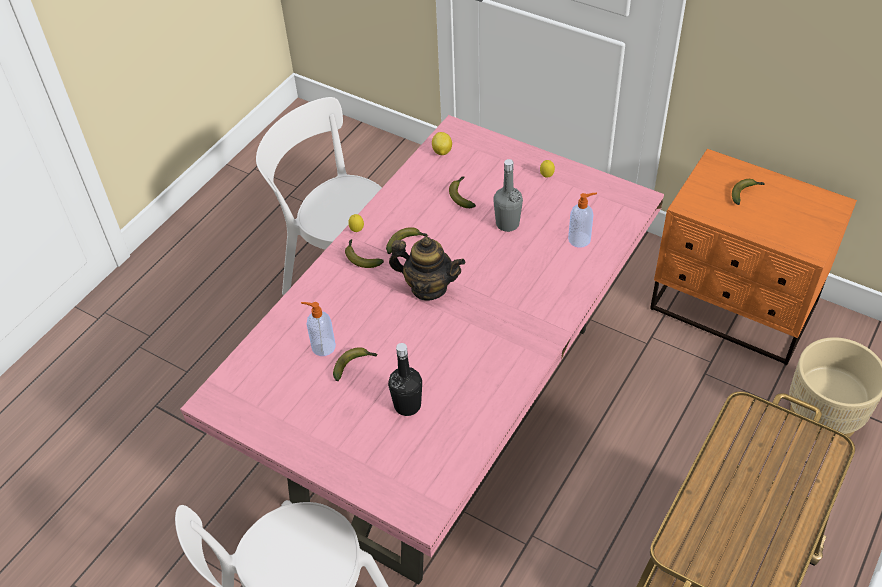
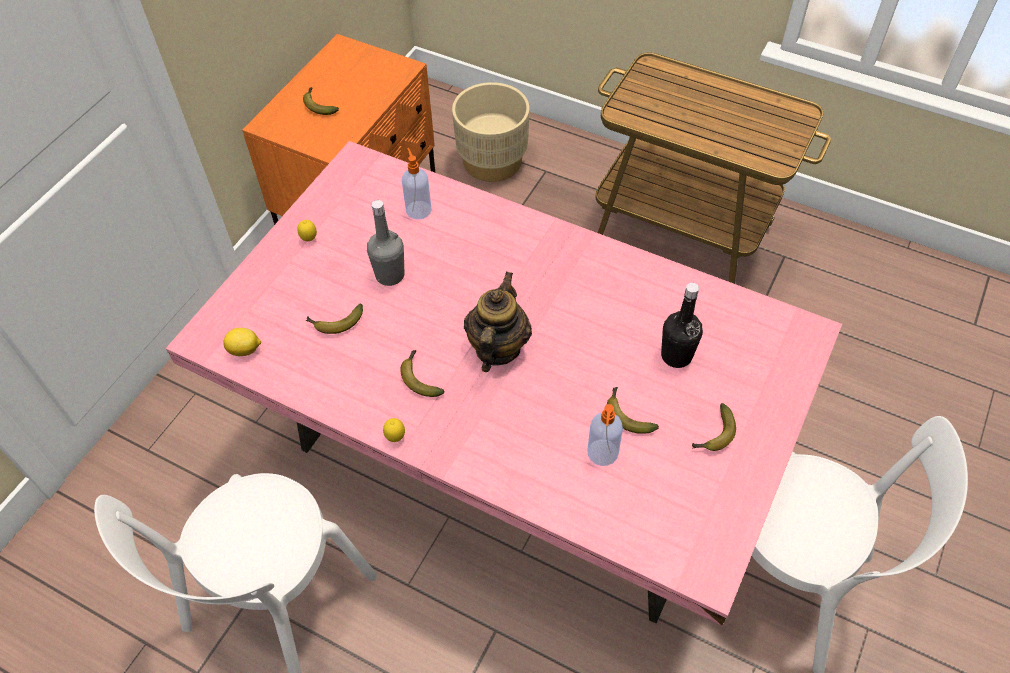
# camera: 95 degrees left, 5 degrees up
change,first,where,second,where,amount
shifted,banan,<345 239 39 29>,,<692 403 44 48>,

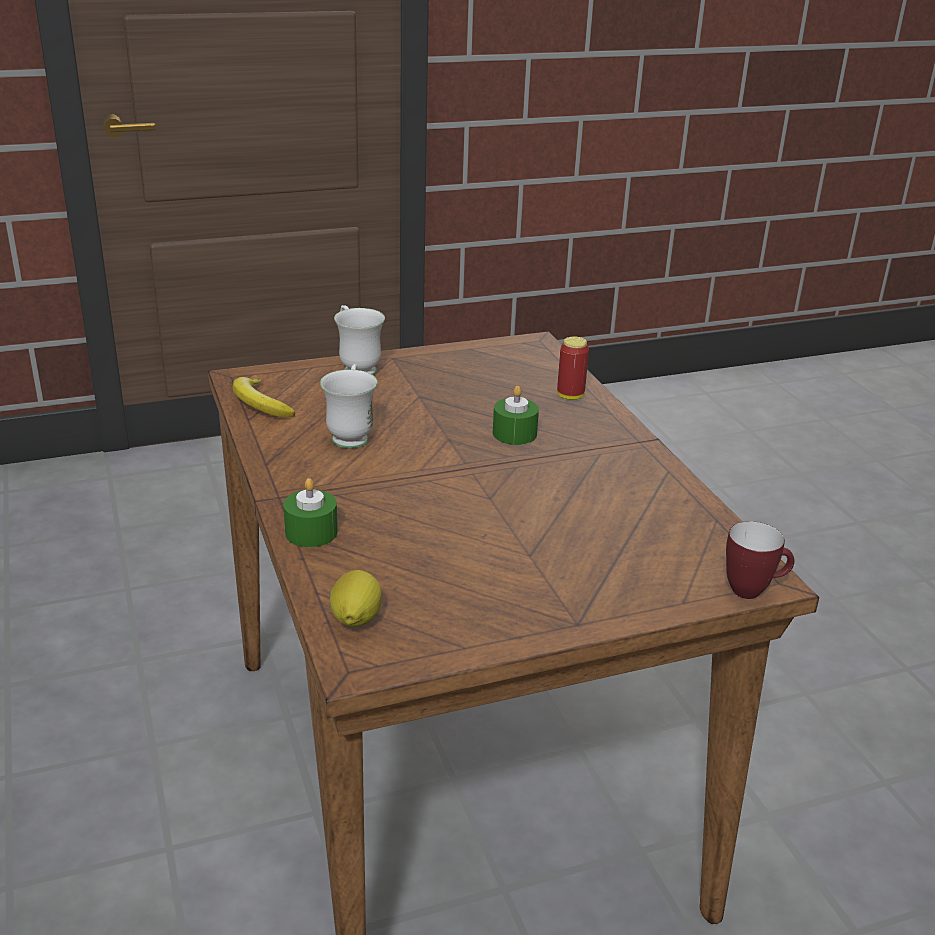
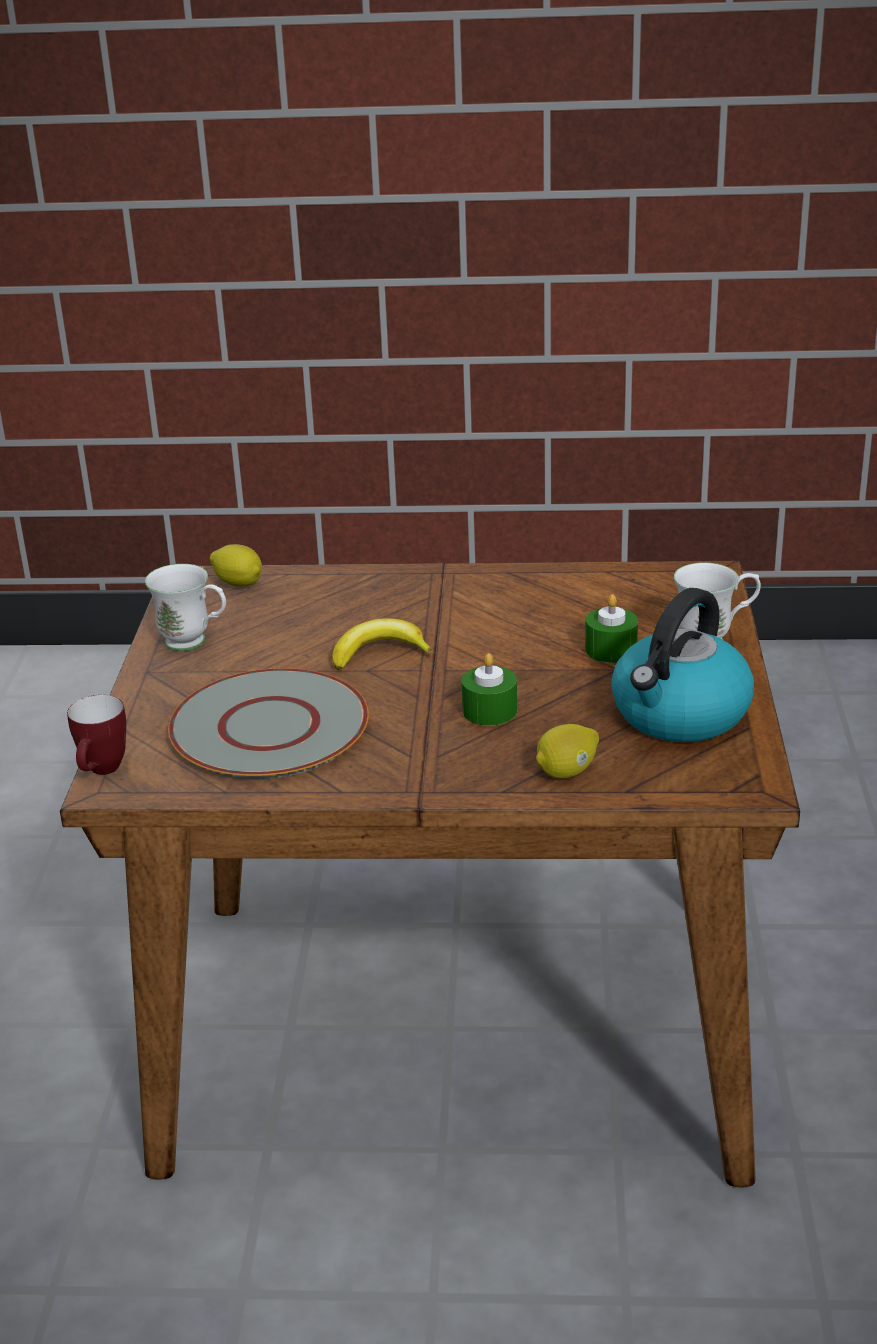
# camera: 115 degrees right, 0 degrees up
change,first,where,second,where,amount
new,,,talerz (szary),<168 668 201 111>,
new,,,czajnik,<611 588 143 154>,
shifted,banan,<233 377 62 40>,,<332 618 101 52>,
shifted,świeca (zielony),<283 478 55 69>,,<585 594 53 69>,
shifted,kubek (biały),<320 364 57 85>,,<145 564 81 87>,
swapped,puszka,<557 337 32 63>,cytryna,<536 724 63 54>,

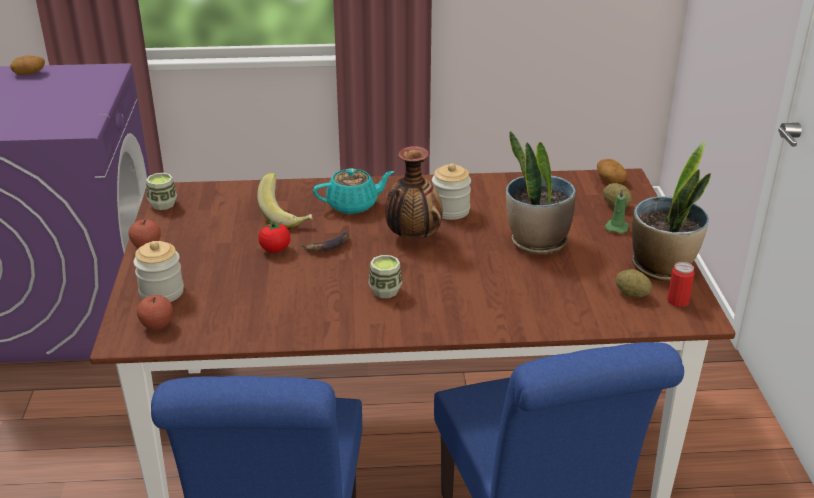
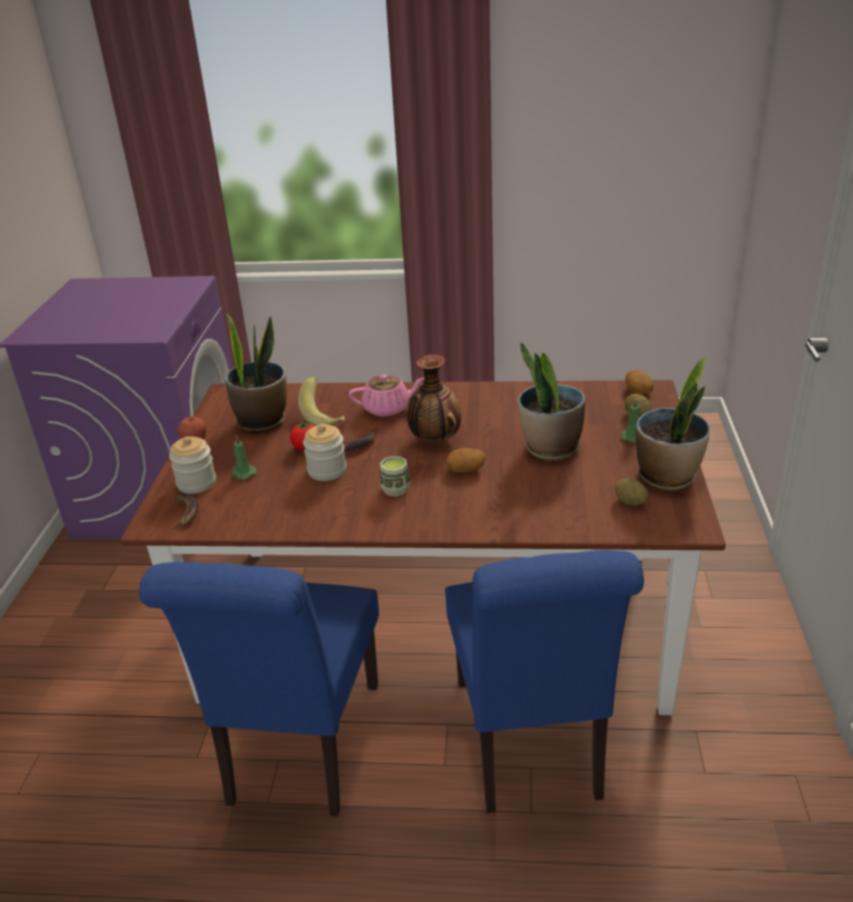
# camera: 10 degrees right, 0 degrees up
change,first,where,second,where,amount
gone,filiżanka,<146 173 31 37>,,,
gone,puszka,<667 262 28 45>,,,
new,,,roślina doniczkowa,<225 313 62 120>,
new,,,świeca (zielony),<232 435 25 44>,
shifted,ziemniak,<10 55 35 20>,,<446 448 40 25>,
shifted,słoik,<432 163 39 57>,,<303 424 44 57>,
swapped,jabłko,<137 295 36 36>,banan,<171 493 28 37>,
repainted,imbryk (turkusowy),<313 168 81 46>,imbryk (różowy),<349 374 75 43>,

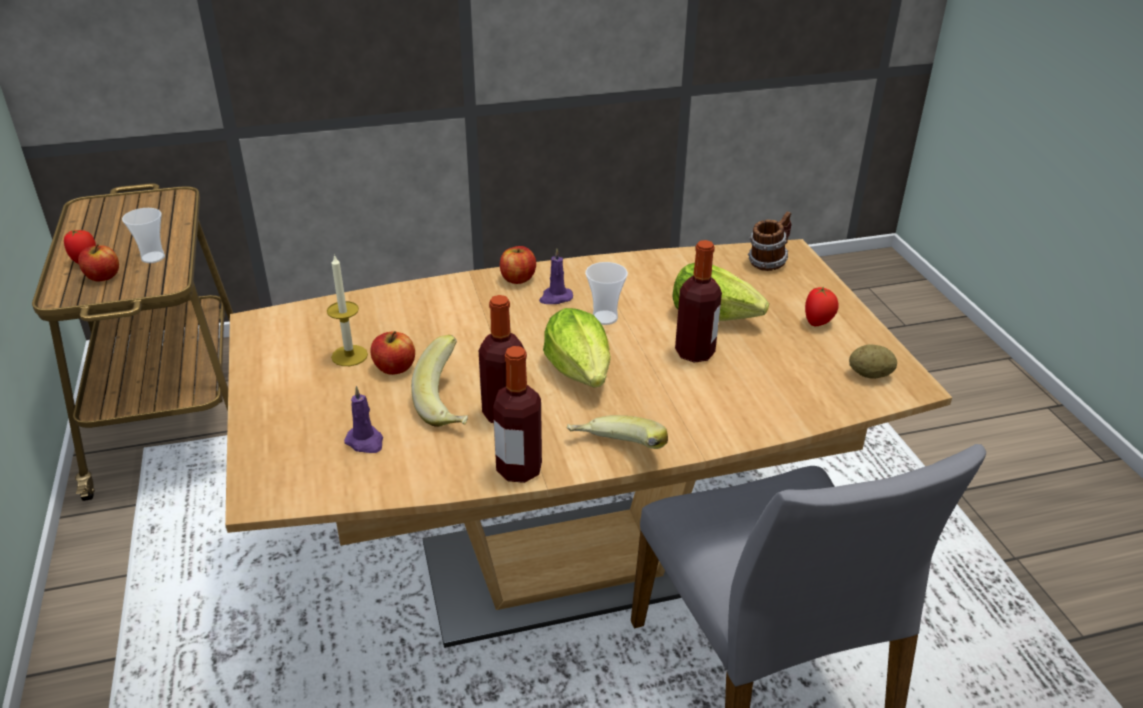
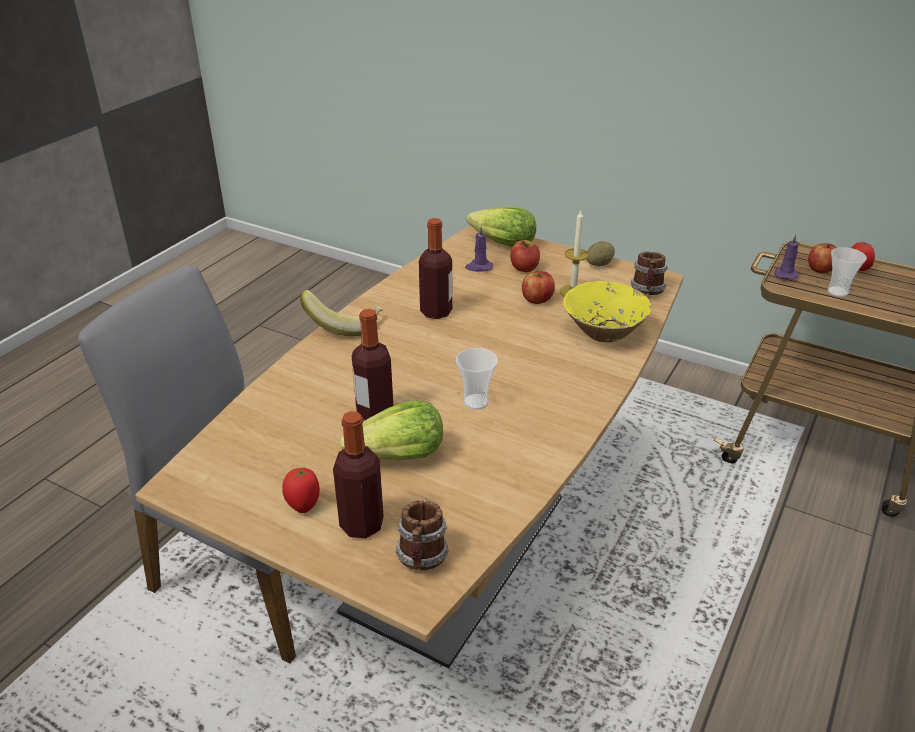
# camera: 135 degrees right, 0 degrees up
change,first,where,second,where,amount
gone,banan,<411 335 57 92>,,,
new,,,miska (żółty),<563 281 89 61>,
new,,,kubek,<631 252 37 43>,
shifted,butelka,<493 346 49 137>,,<333 411 51 127>,
shifted,jabłko,<500 246 36 38>,,<510 240 30 32>,
shifted,świeca (fioletowy),<539 248 34 56>,,<774 235 25 45>,
shifted,sałata,<543 308 68 79>,,<467 207 69 40>,
shifted,ziemniak,<849 344 48 35>,,<586 241 29 25>,

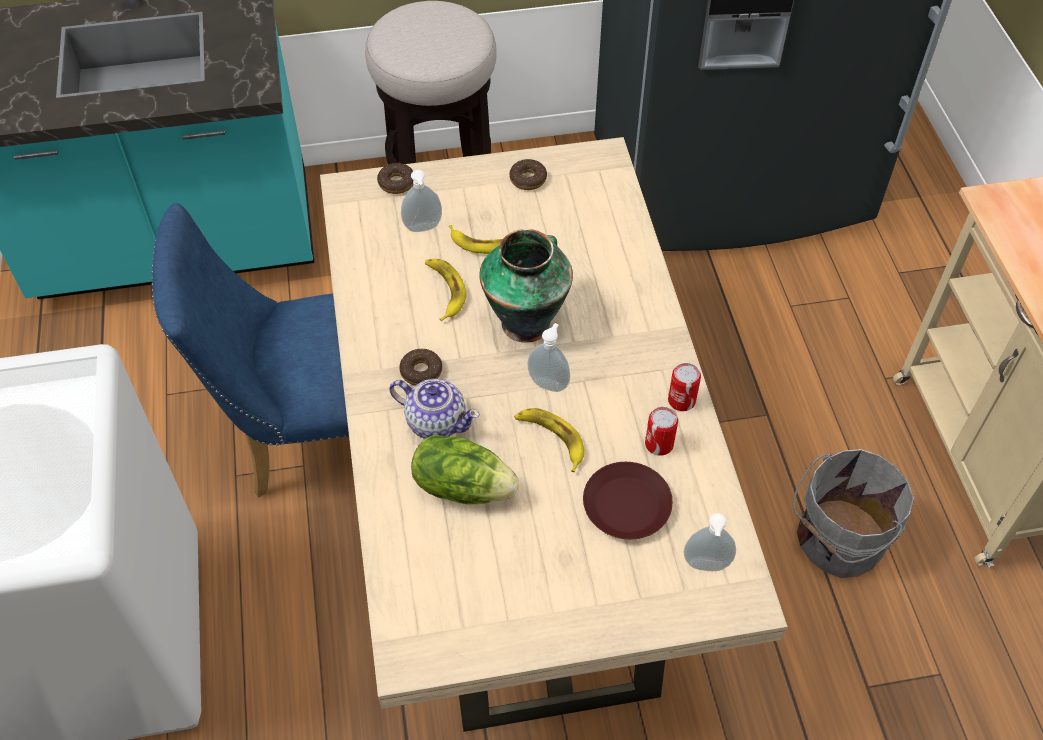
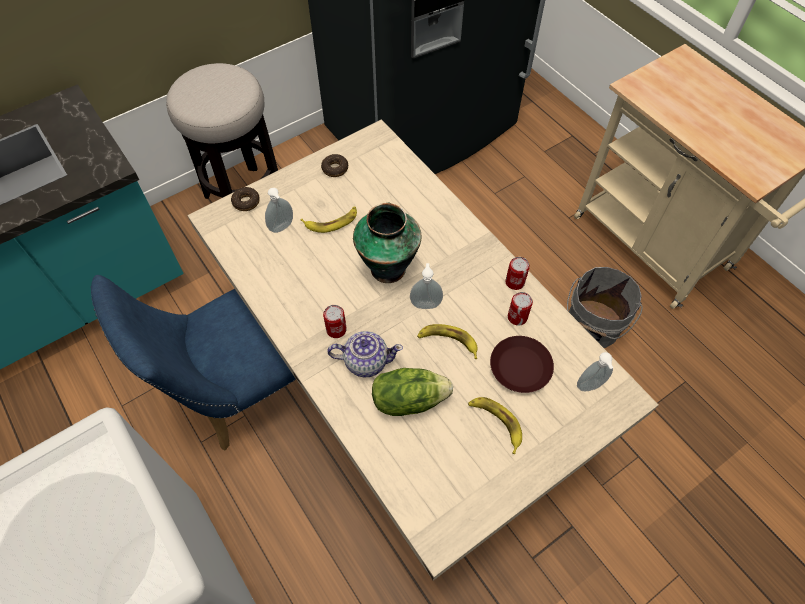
# camera: 25 degrees left, 5 degrees up
change,first,where,second,where,amount
shifted,banan,<425 259 42 62>,,<468 397 54 57>,
swapped,donut,<399 349 43 37>,puszka,<323 305 24 33>,

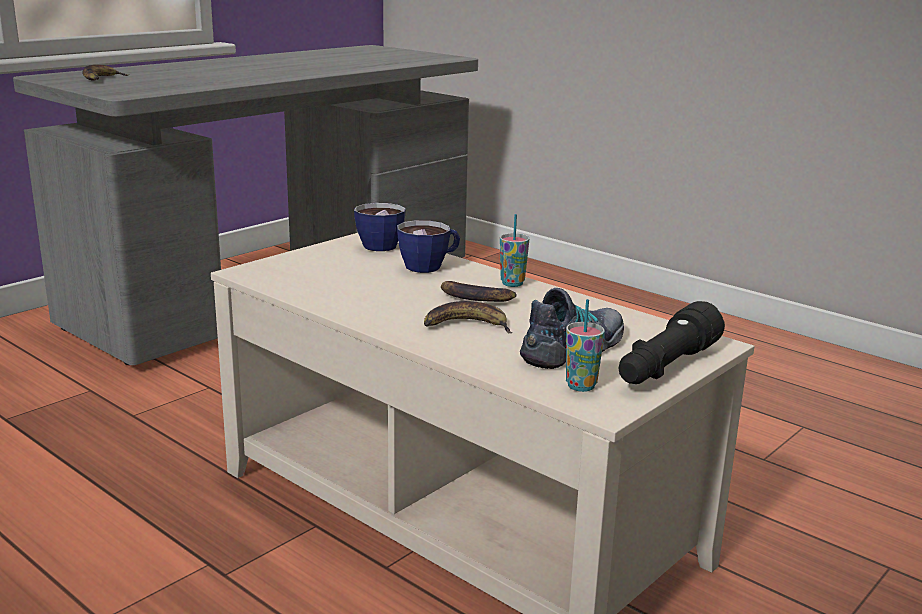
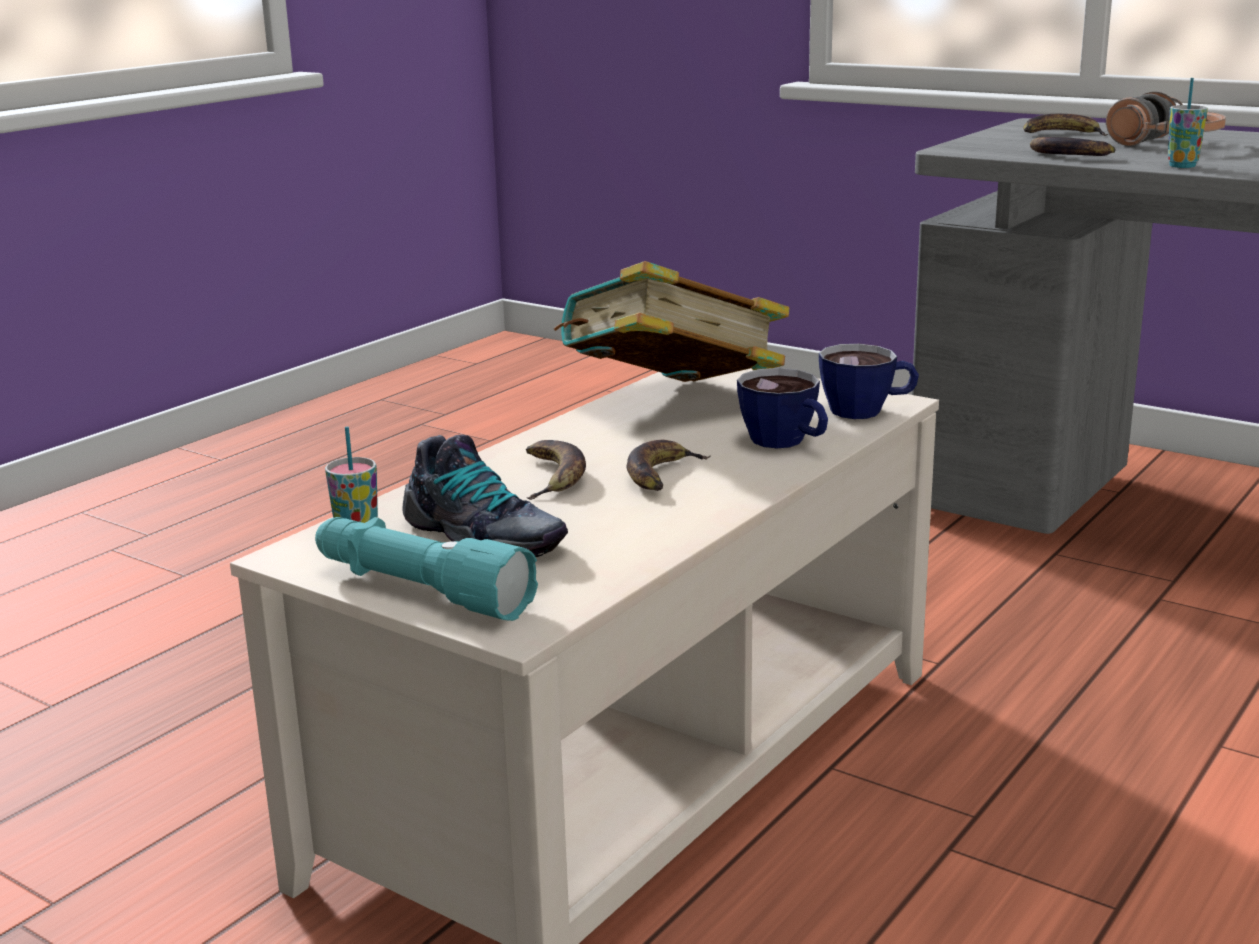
# camera: 85 degrees right, 0 degrees up
change,first,where,second,where,amount
new,,,książka,<554 261 235 121>,
new,,,banan,<1030 137 86 19>,
new,,,słuchawki,<1106 92 120 54>,
shifted,filiżanka,<500 214 29 73>,,<1168 78 40 90>,
repainted,latarka (czarny),<619 301 106 83>,latarka (turkusowy),<315 517 223 104>,

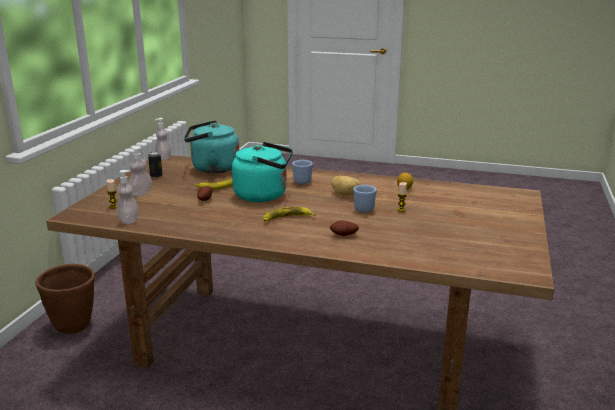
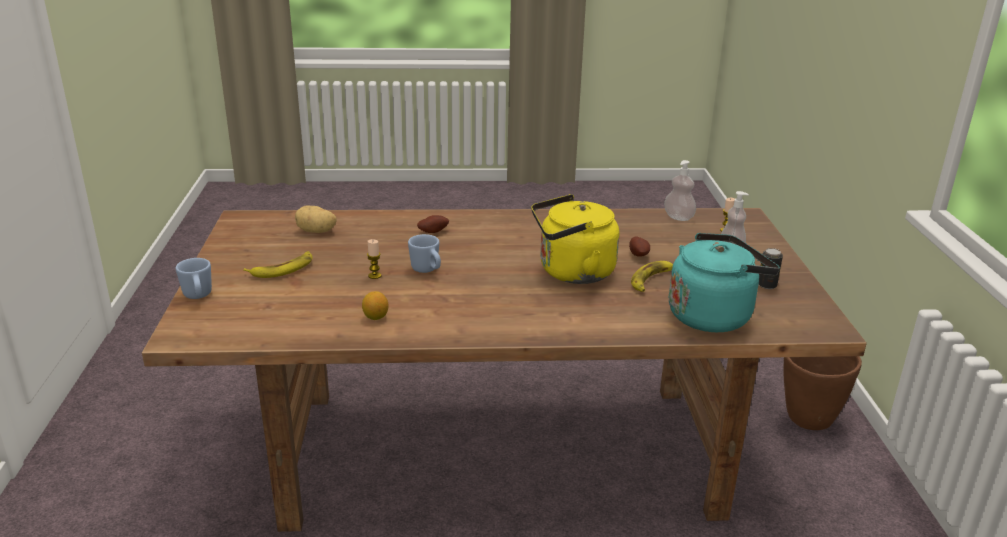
# camera: 160 degrees right, 5 degrees up
change,first,where,second,where,amount
gone,dozownik mydła,<155 118 17 42>,,,
shifted,banan,<263 207 53 15>,,<243 251 70 27>,
shifted,kubek (niebieski),<292 160 21 24>,,<176 258 36 41>,
shifted,ziemniak,<331 176 30 20>,,<295 205 42 28>,
repainted,czajnik (turkusowy),<232 142 61 60>,czajnik (żółty),<531 194 88 90>,

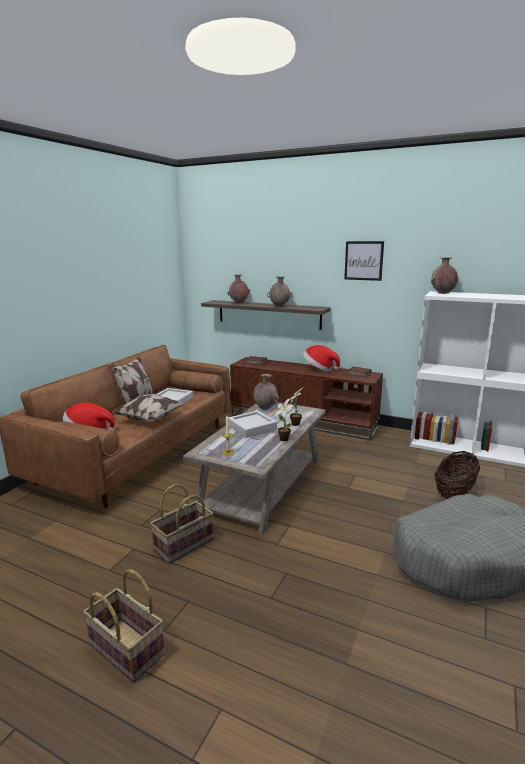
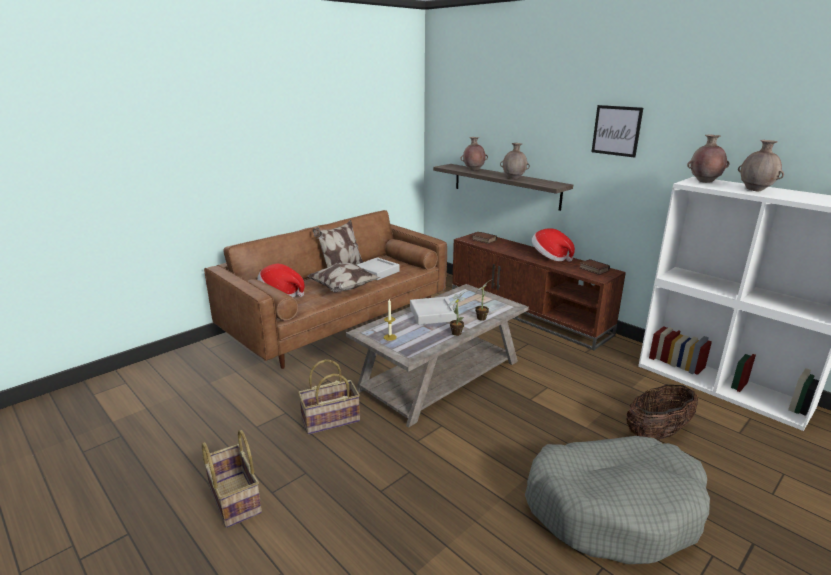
# camera: 20 degrees right, 5 degrees up
change,first,where,second,where,amount
shifted,wazon (brązowy),<253 374 26 36>,,<738 140 46 52>,

